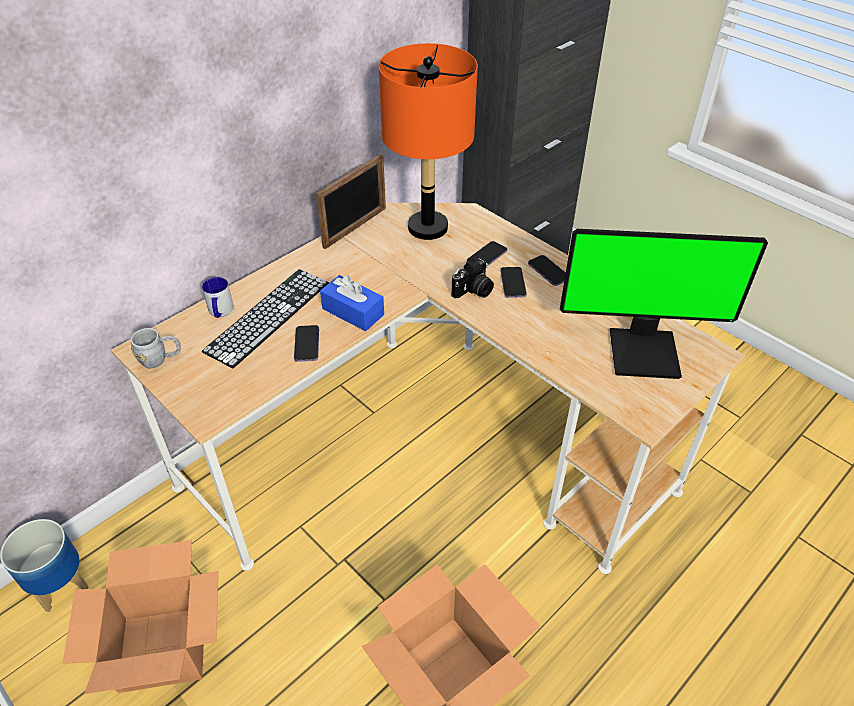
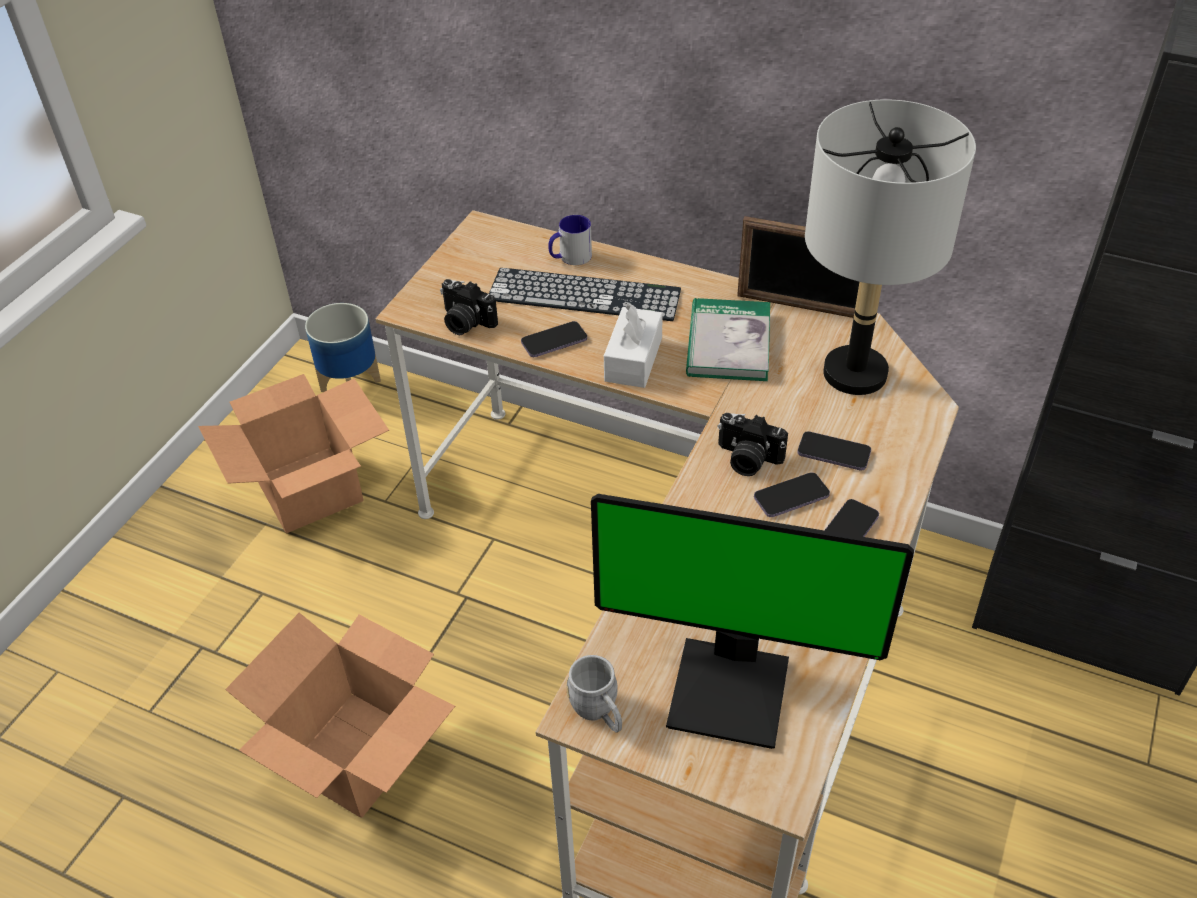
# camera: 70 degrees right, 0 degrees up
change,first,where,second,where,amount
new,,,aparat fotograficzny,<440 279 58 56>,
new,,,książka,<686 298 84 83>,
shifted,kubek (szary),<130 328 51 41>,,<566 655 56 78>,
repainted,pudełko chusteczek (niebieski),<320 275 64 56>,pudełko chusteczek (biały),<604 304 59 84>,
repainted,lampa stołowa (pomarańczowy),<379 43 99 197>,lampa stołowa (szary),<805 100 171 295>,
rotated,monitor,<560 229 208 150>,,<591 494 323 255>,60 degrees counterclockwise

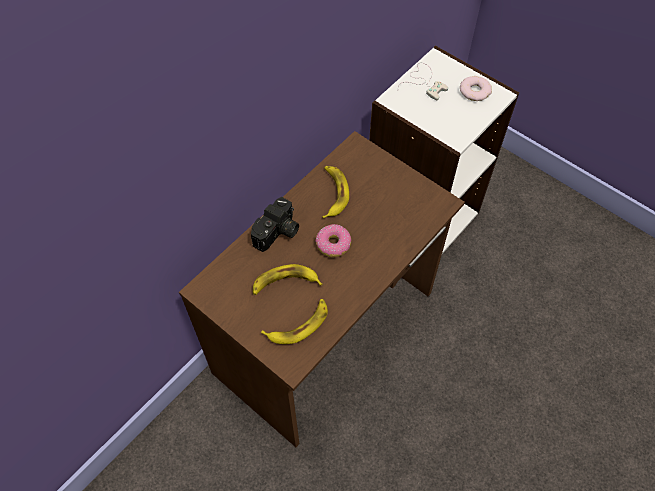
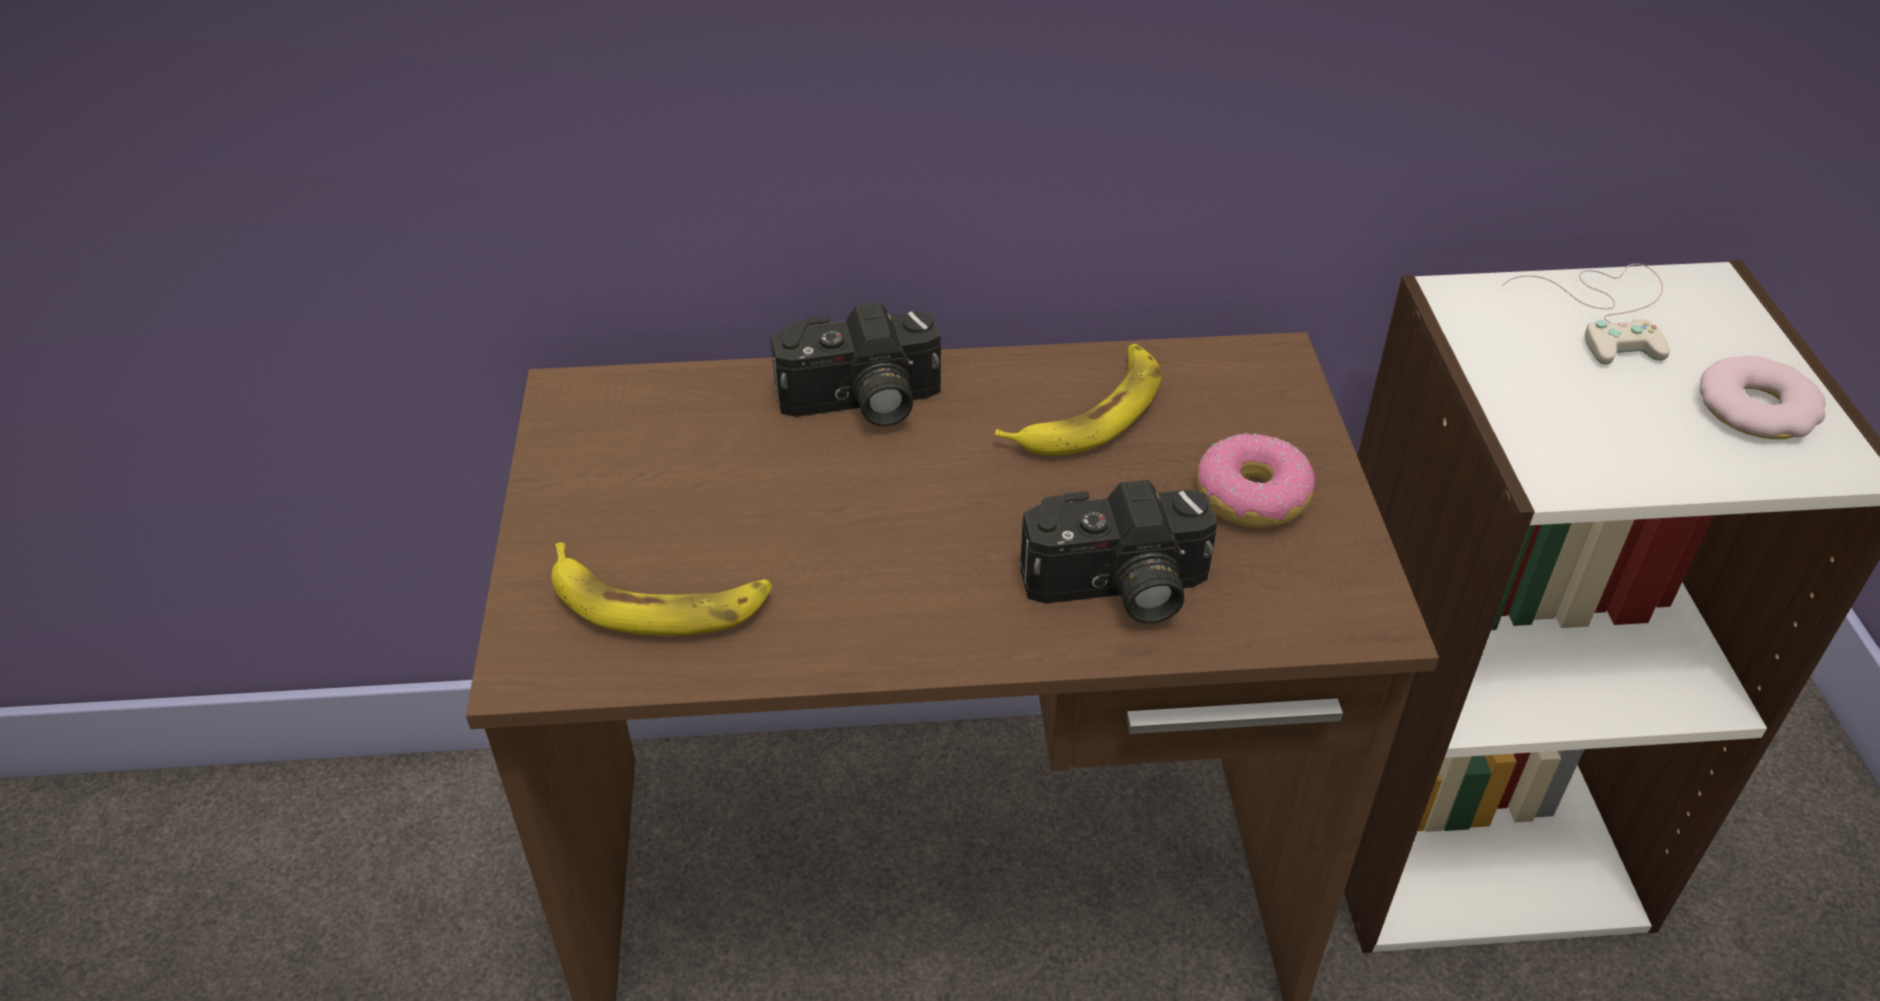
# camera: 45 degrees right, 15 degrees down
change,first,where,second,where,amount
gone,banan,<253 264 69 31>,,,
new,,,aparat fotograficzny,<1020 480 197 144>,
shifted,donut,<315 224 36 33>,,<1197 433 118 95>,

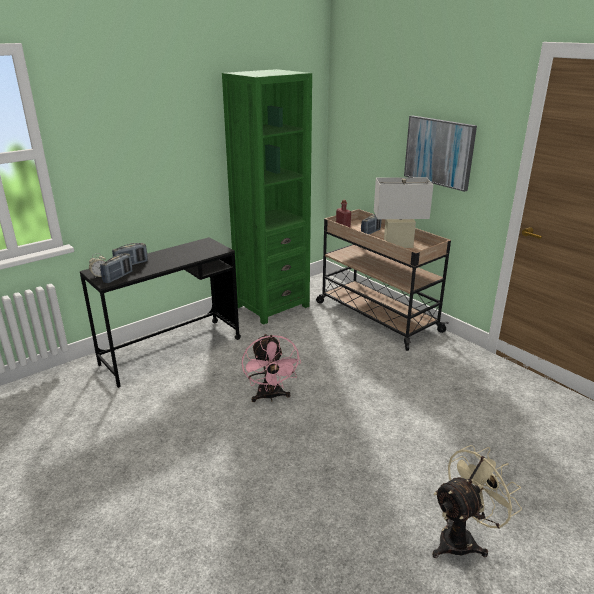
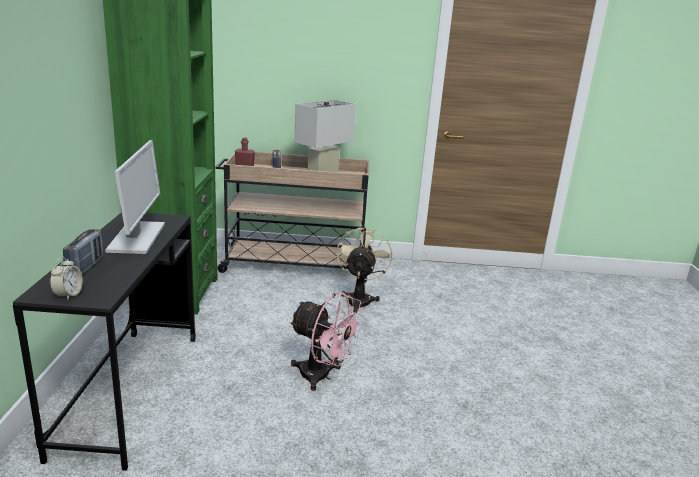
# camera: 50 degrees left, 5 degrees down
change,first,where,second,where,amount
gone,radio,<100 253 33 30>,,,
gone,obraz,<404 115 73 77>,,,
new,,,monitor,<105 140 60 114>,
shifted,wentylator (beżowy),<432 445 90 113>,,<336 224 57 89>,

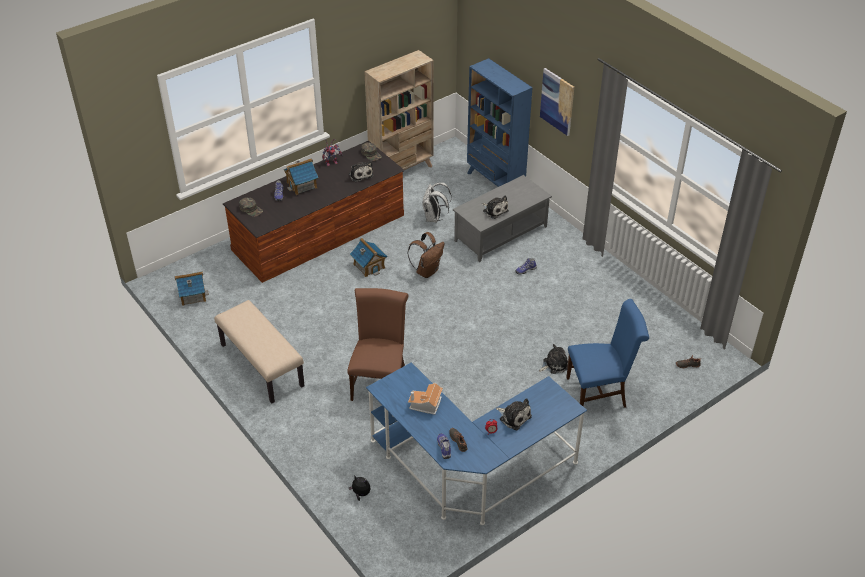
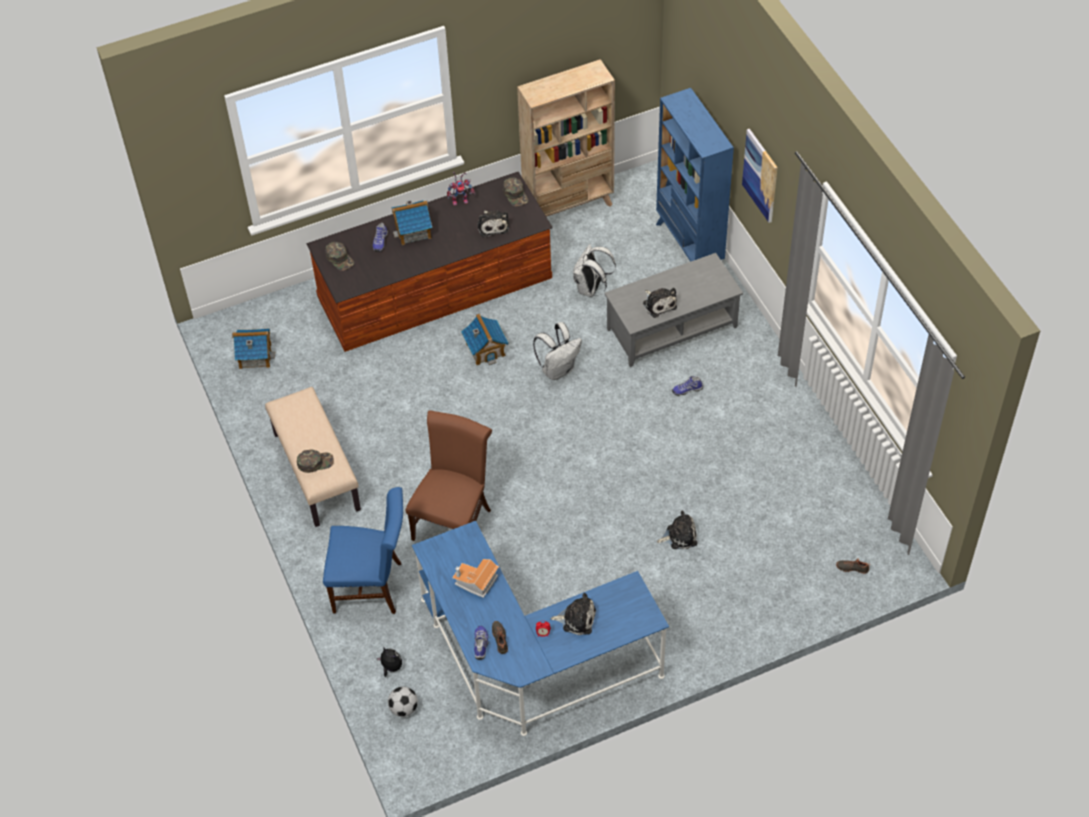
# camera: 15 degrees right, 10 degrees up
change,first,where,second,where,amount
new,,,czapka z daszkiem (zielony),<297 450 37 23>,
new,,,piłka futbolowa,<388 687 30 30>,
shifted,krzesło (niebieski),<566 299 83 109>,,<323 487 80 127>,
repainted,plecak (brązowy),<408 232 36 46>,plecak (biały),<533 322 49 58>,
rotated,pluszak,<496 398 36 32>,,<551 593 45 42>,45 degrees counterclockwise

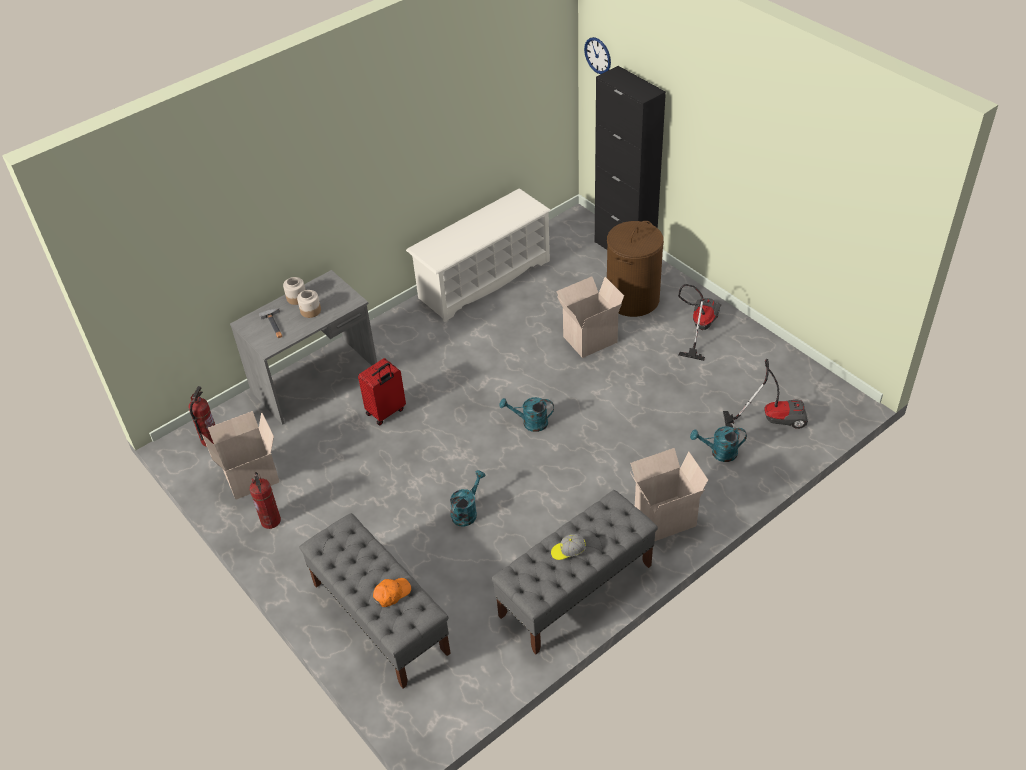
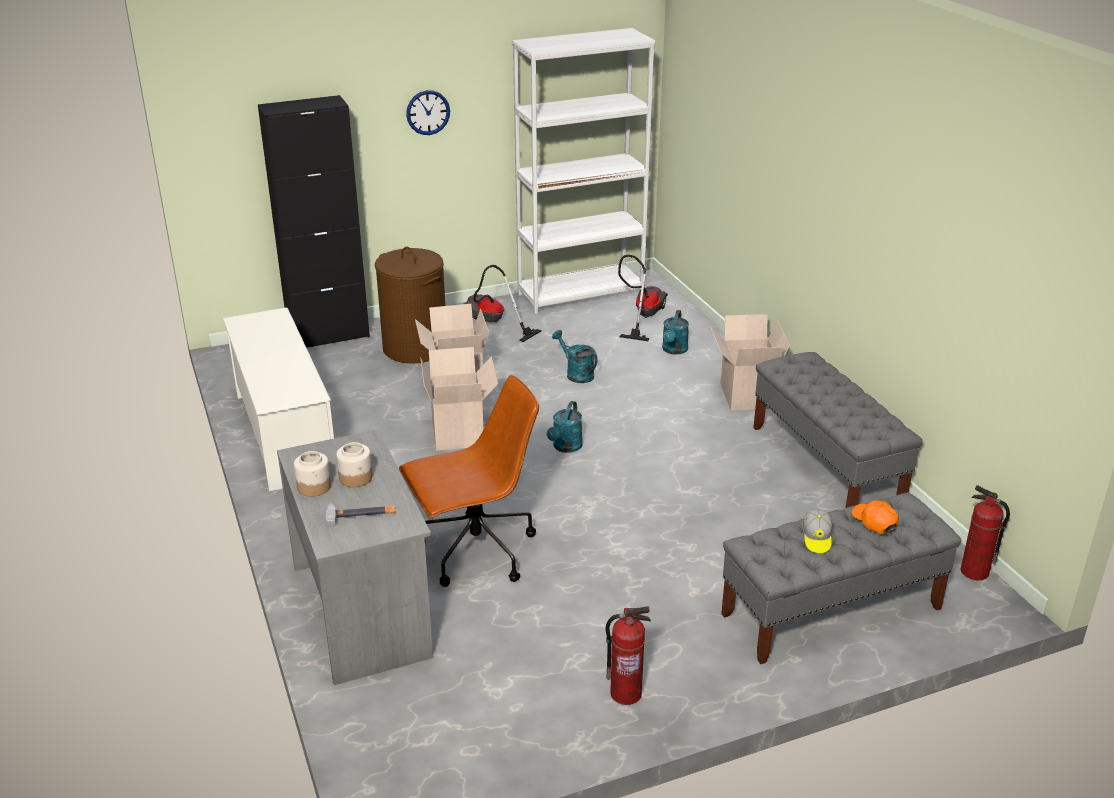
# camera: 75 degrees left, 15 degrees down
change,first,where,second,where,amount
new,,,regał (biały),<512 28 143 287>,
shifted,gaśnica,<189 386 26 61>,,<960 485 50 96>,
shifted,karton,<202 411 77 89>,,<421 347 77 104>,
shifted,konewka (turkusowy),<450 470 36 57>,,<552 330 46 53>,
shifted,czapka z daszkiem,<551 534 35 26>,,<803 509 29 45>,
shifted,zegar ścienny,<584 37 27 37>,,<406 90 44 45>,
swapped,walizka (czerwony),<358 358 48 67>,krzesło biurowe (brązowy),<399 375 140 212>,

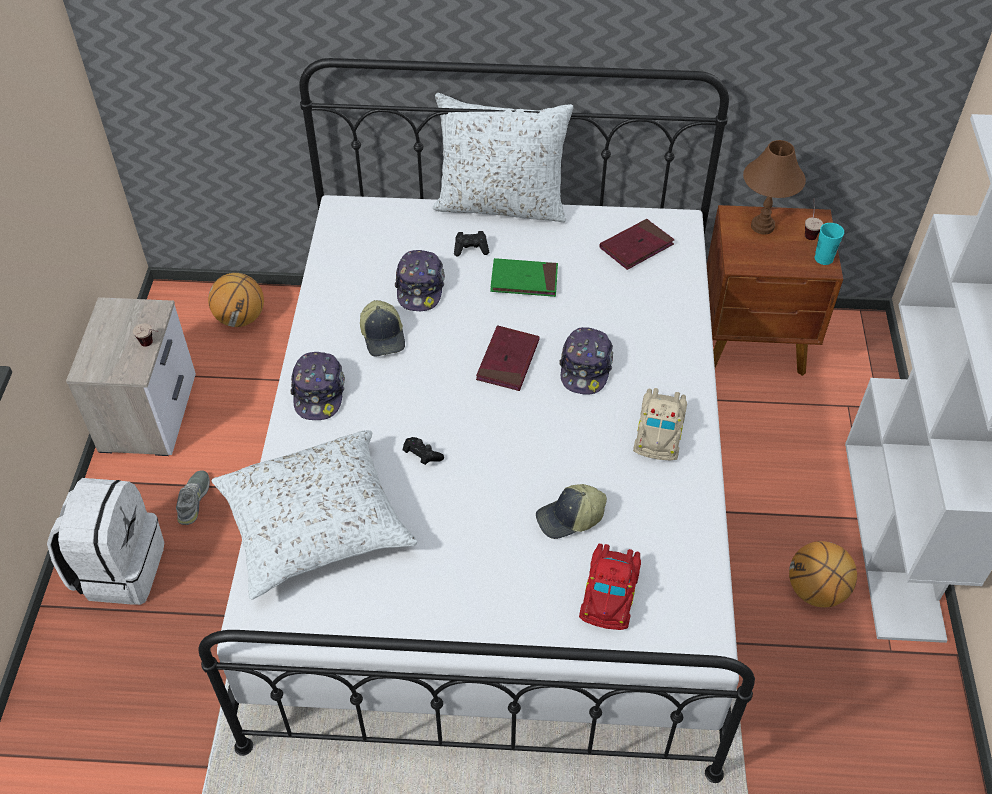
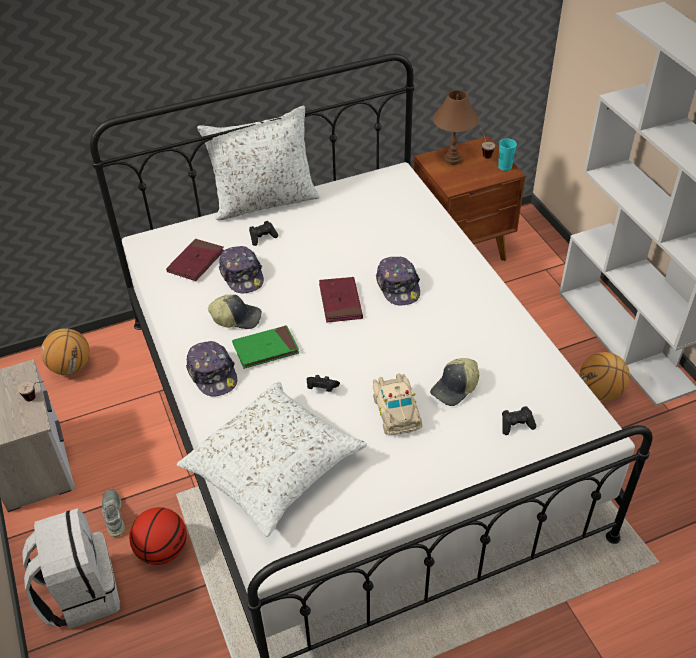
# camera: 25 degrees left, 5 degrees down
change,first,where,second,where,amount
new,,,piłka do koszykówki,<129 507 58 58>,
shifted,książka (zielony),<490 258 68 39>,,<232 325 67 44>,
shifted,książka (czerwony),<599 219 76 51>,,<166 239 58 42>,
shifted,samochodzik (beżowy),<633 388 54 72>,,<373 374 49 61>,
swapped,samochodzik (czerwony),<579 544 62 86>,pad do gier (czarny),<502 406 34 29>,
rotated,czapka z daszkiem,<360 300 45 57>,,<208 294 54 35>,45 degrees counterclockwise

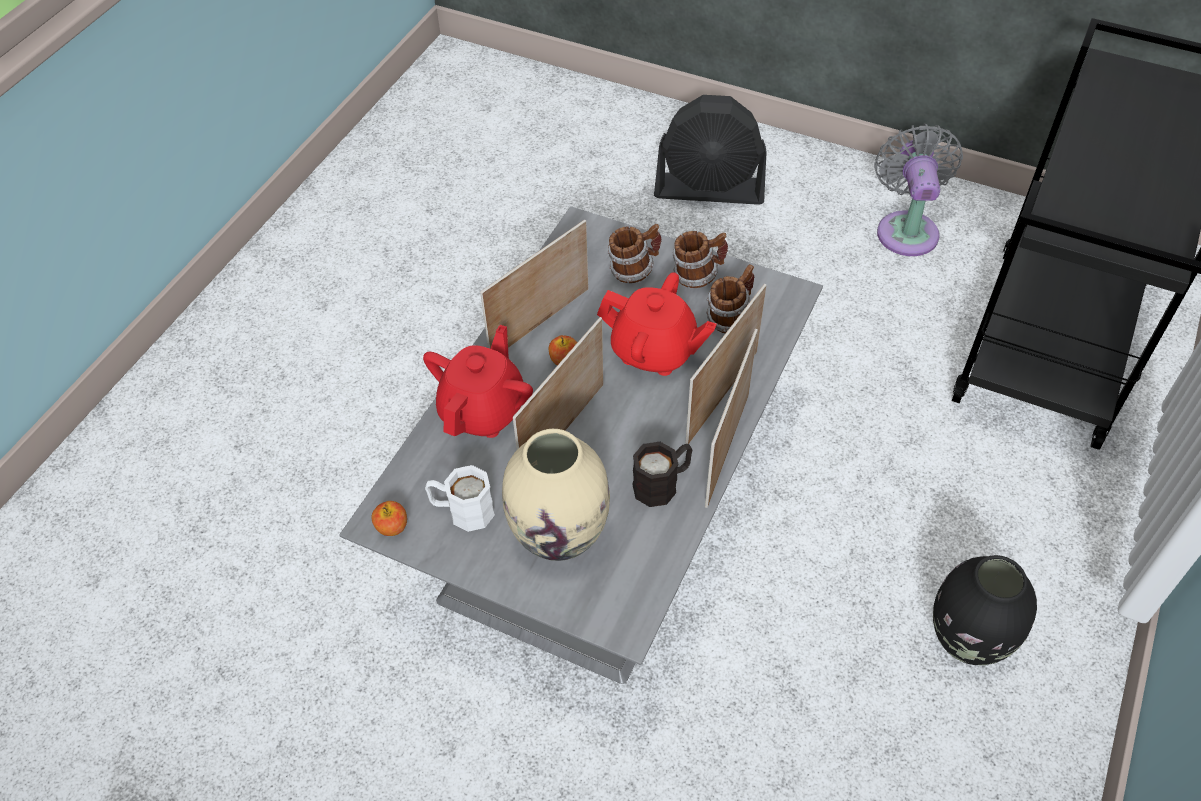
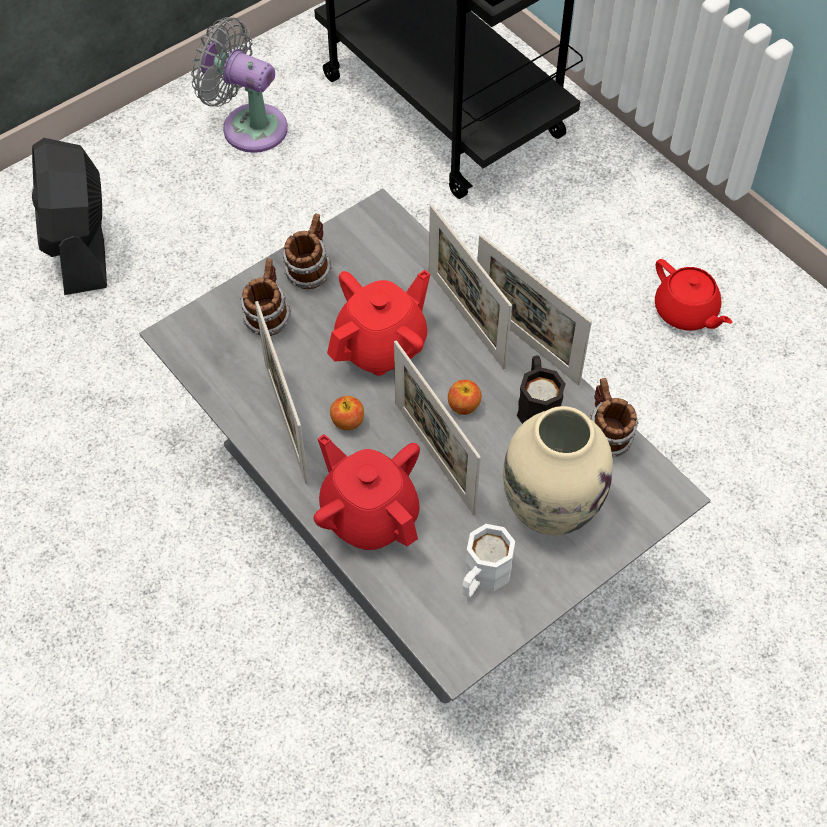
# camera: 65 degrees left, 5 degrees up
change,first,where,second,where,amount
shifted,jabłko,<372 501 35 35>,,<448 380 34 35>,
shifted,kubek,<706 264 49 69>,,<589 378 50 79>,
swapped,wazon (czarny),<933 555 104 110>,imbryk (czerwony),<655 259 77 72>,
rotated,wentylator (czarny),<654 95 113 110>,,<32 138 75 157>,135 degrees clockwise

